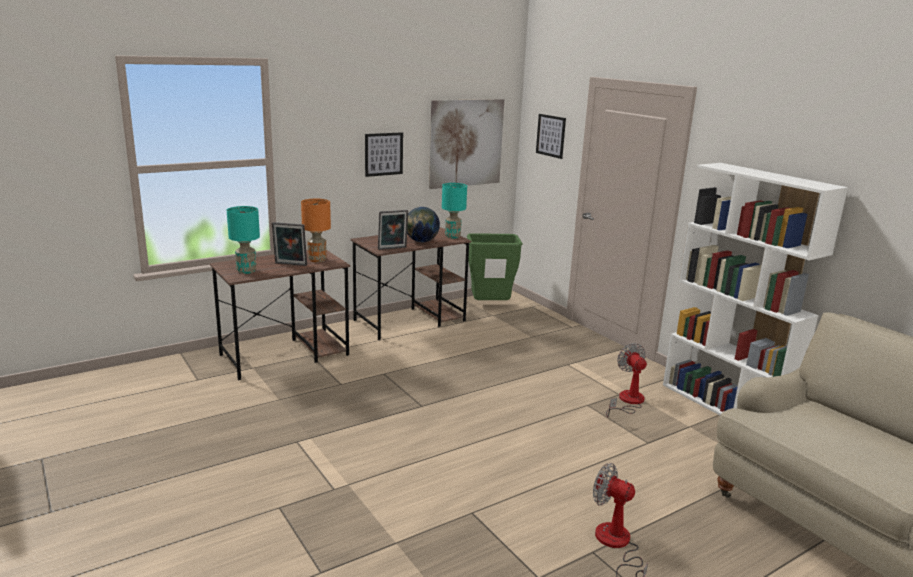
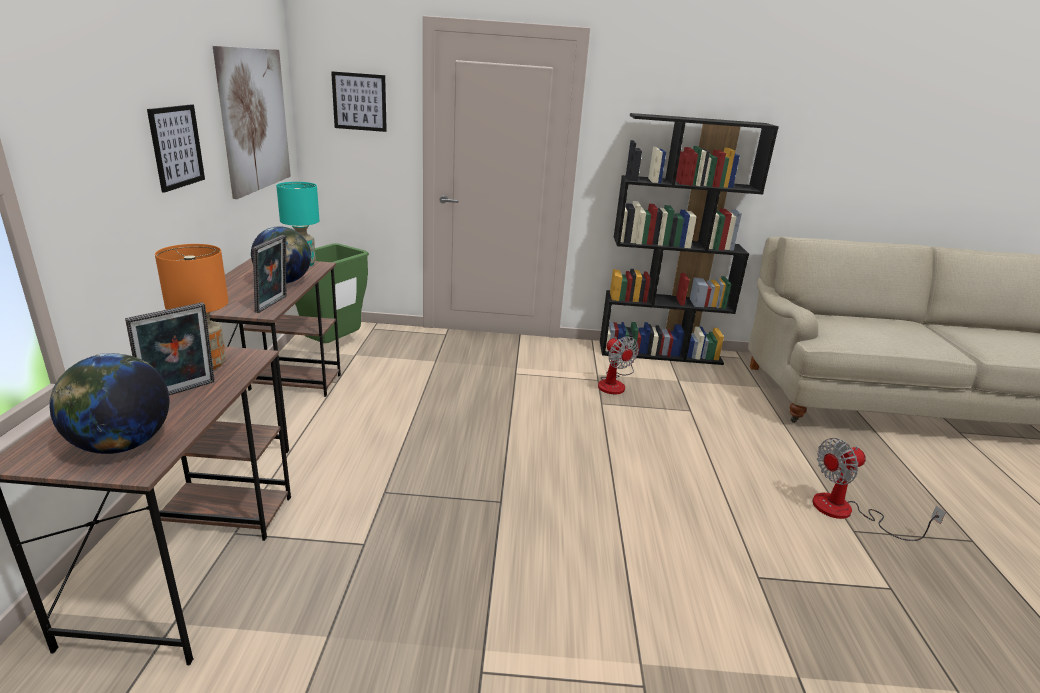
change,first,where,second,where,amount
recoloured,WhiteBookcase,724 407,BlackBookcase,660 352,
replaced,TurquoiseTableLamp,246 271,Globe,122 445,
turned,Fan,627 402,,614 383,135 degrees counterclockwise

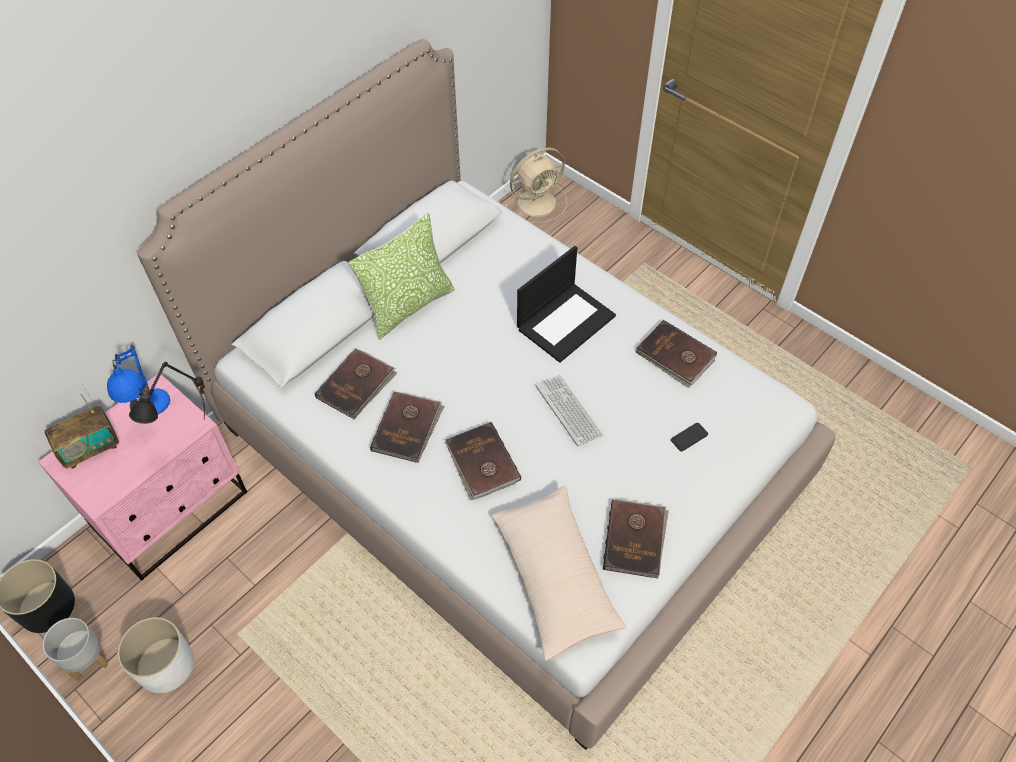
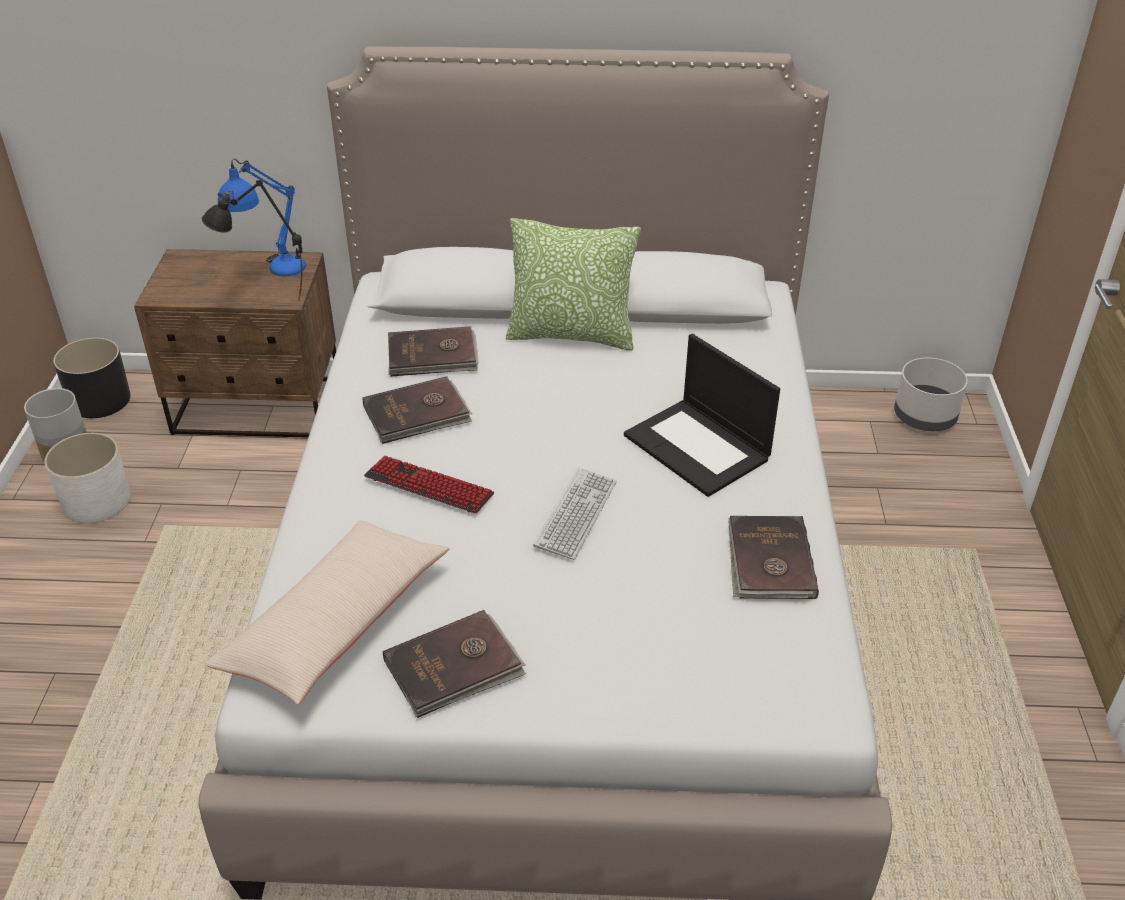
change,first,where,second,where,amount
replaced,BeigeFan,538 202,GreyPlanter,925 416,
turned,Laptop,566 321,,698 447,45 degrees clockwise
recoloured,PinkNightstand,172 511,BrownNightstand,258 408,
removed,Radio,90 448,,,
replaced,BrownBook,482 463,Keyboard,429 486,
removed,Phone,689 437,,,

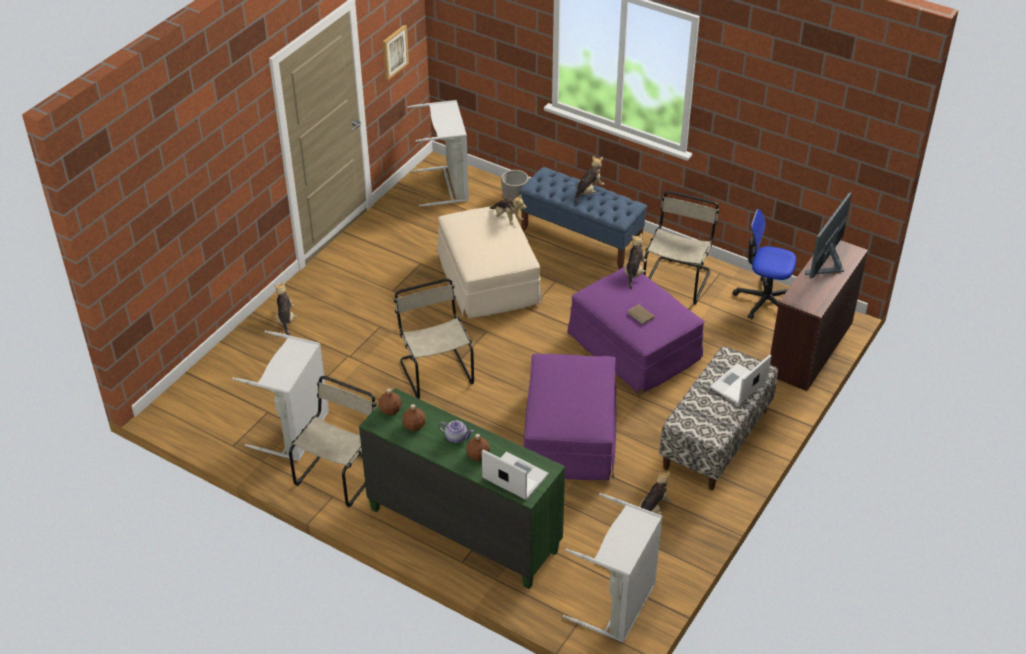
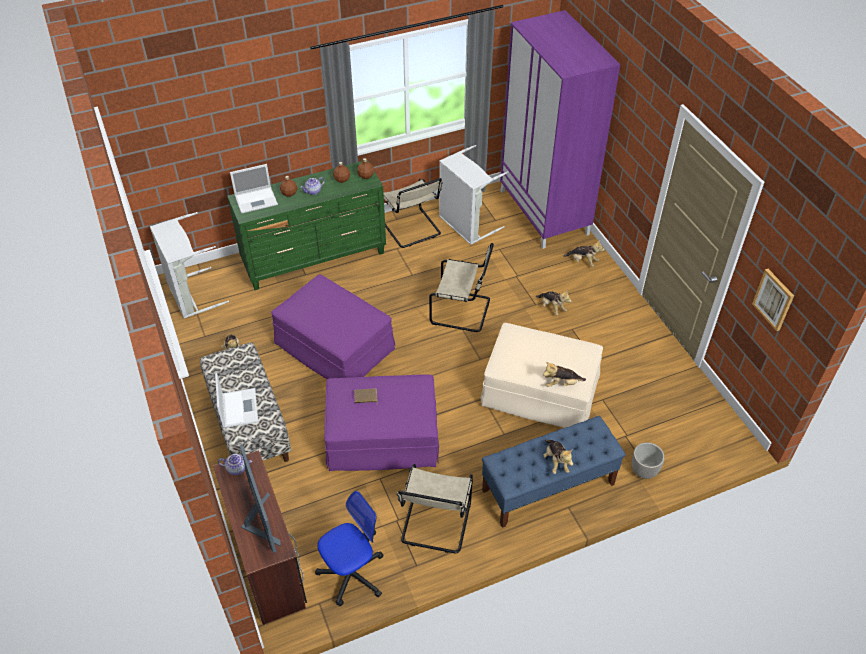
change,first,where,second,where,amount
removed,GreyLaundryBasket,447 185,,,
turned,BeigeChair,677 279,,435 524,45 degrees clockwise
moved,PlushToy,634 272,,552 308,
added,,,PurpleWardrobe,544 212,
added,,,Teapot,237 468,

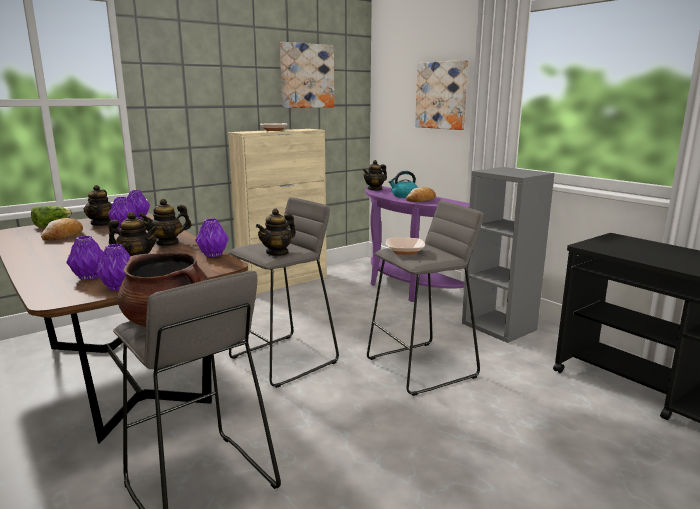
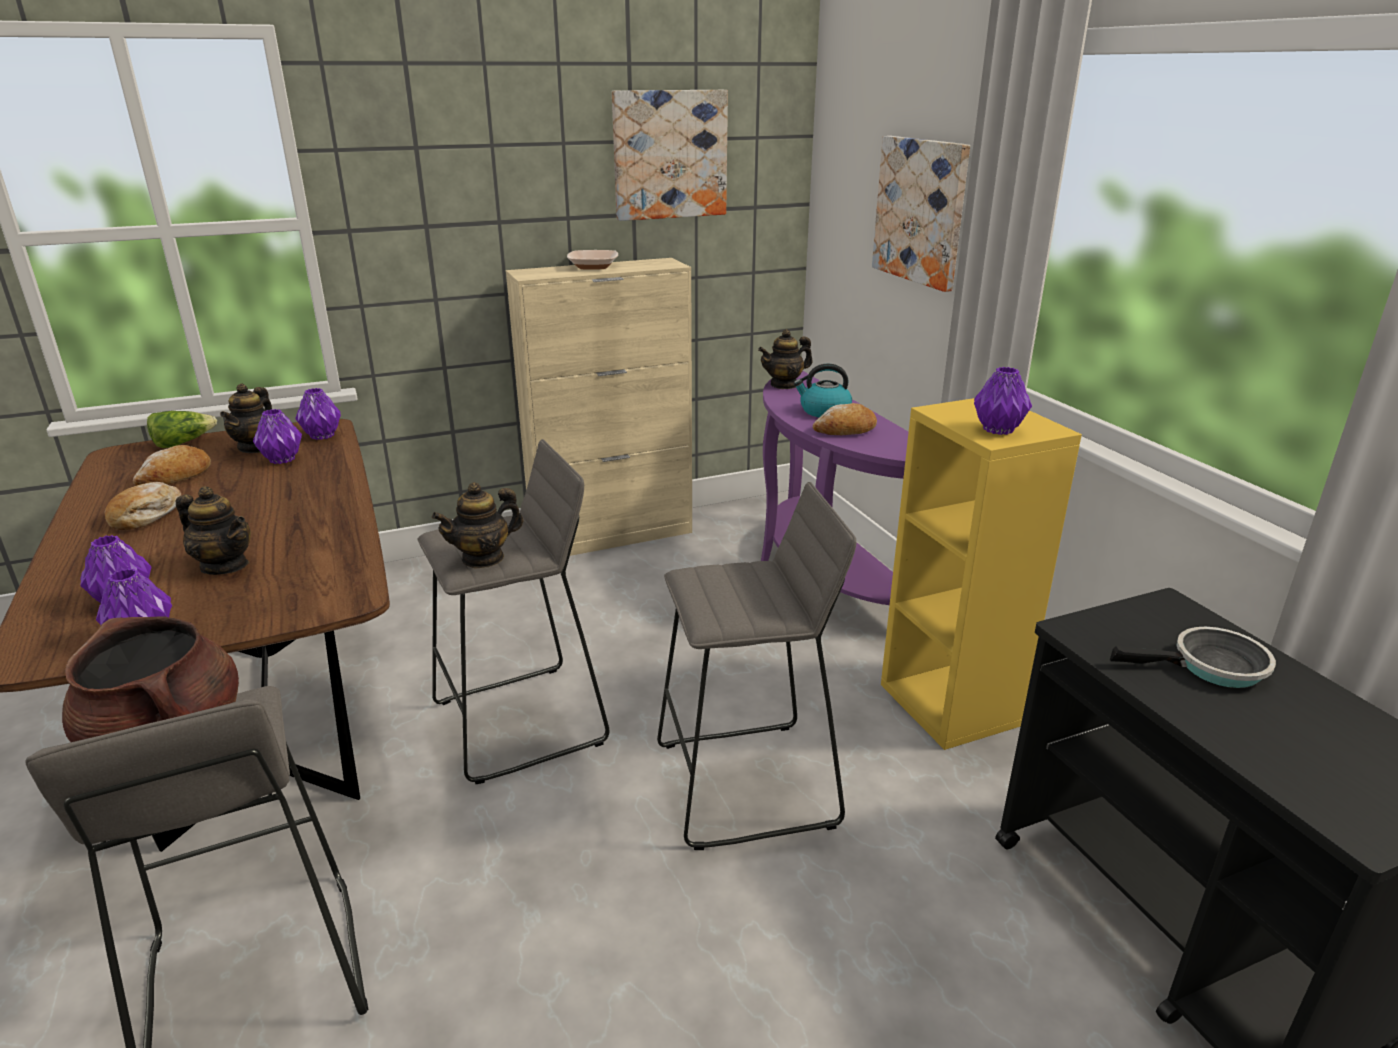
change,first,where,second,where,amount
recoloured,GreyBookcase,500 326,YellowBookcase,951 705,
removed,Teapot,167 243,,,
moved,PurpleVase,213 254,,998 430,
removed,Bowl,405 251,,,
added,,,Bread,146 515,
added,,,FryingPan,1211 667,

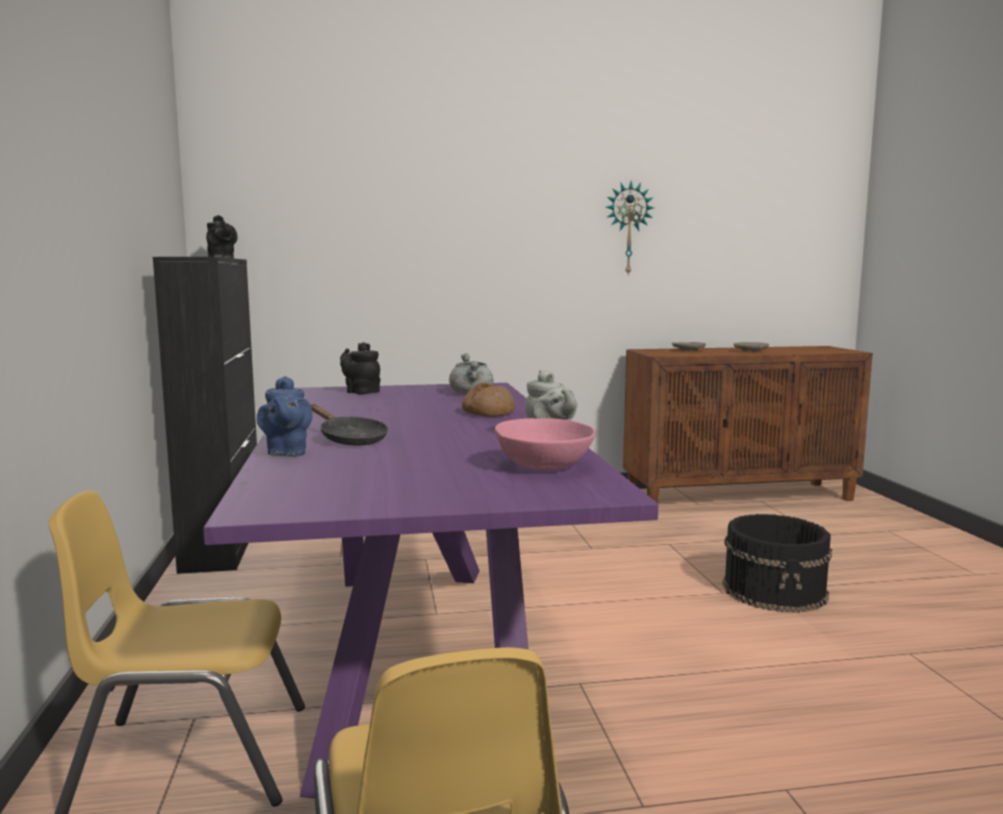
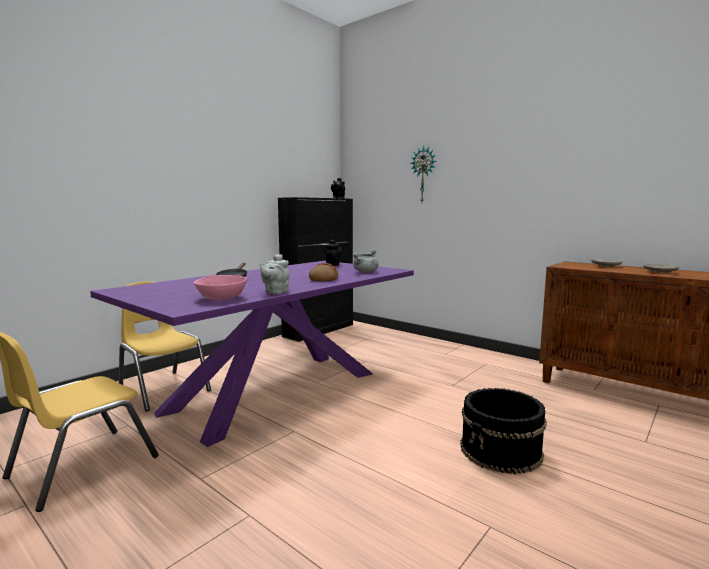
change,first,where,second,where,amount
moved,WallClock,628 229,,424 175,
removed,BlueTeapot,286 453,,,

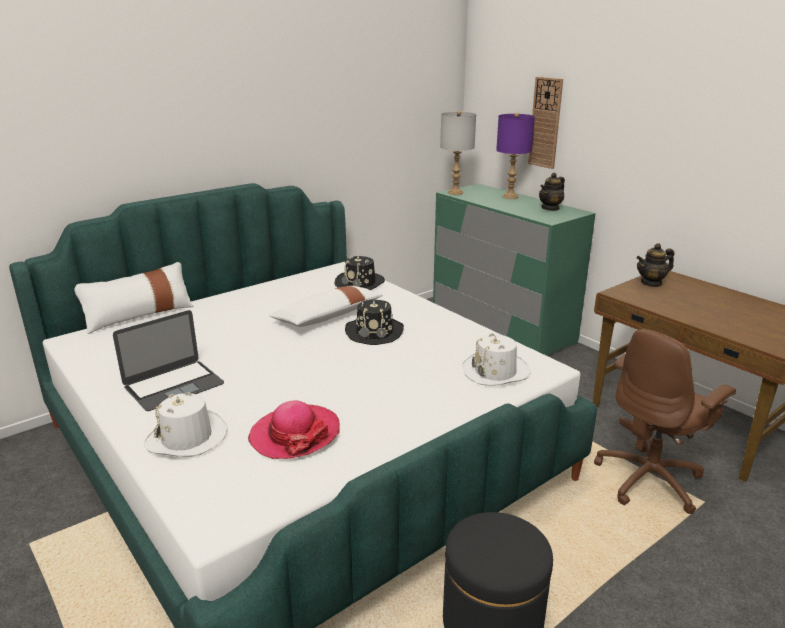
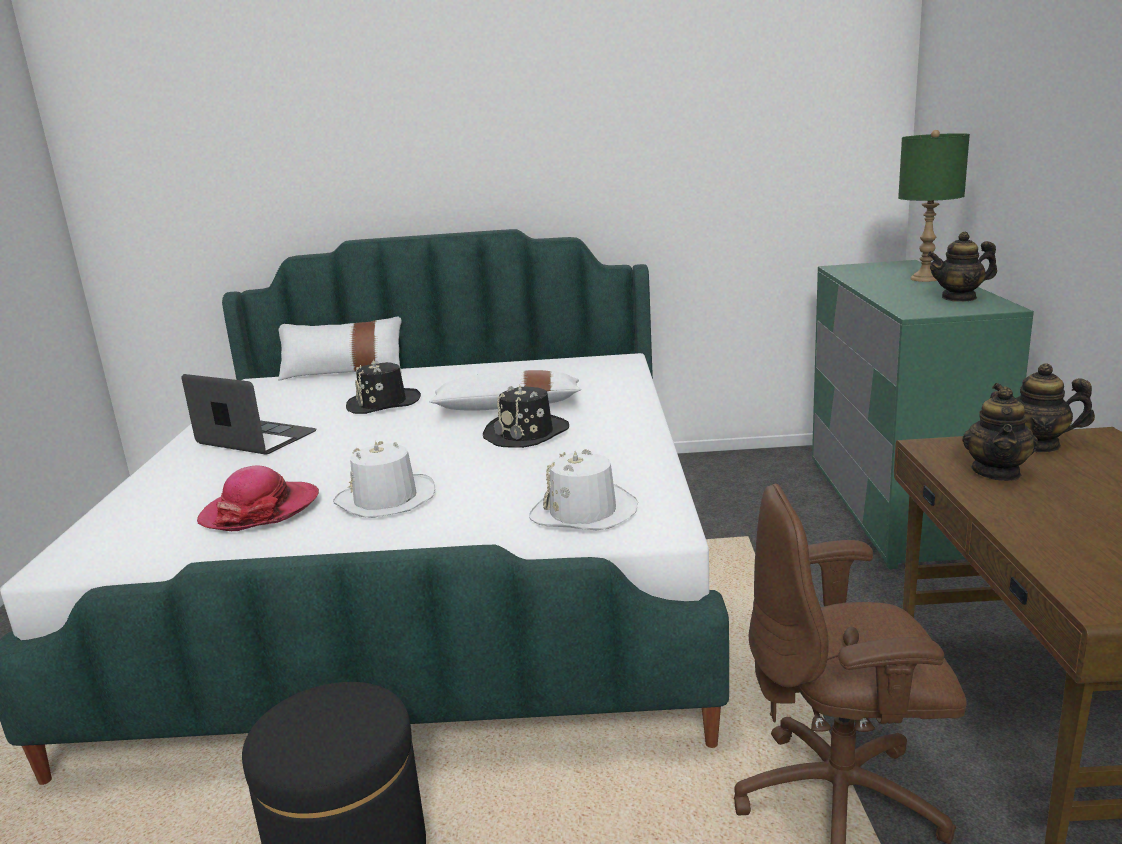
change,first,where,second,where,amount
removed,WallClock,545 123,,,
removed,GreyTableLamp,455 193,,,
recoloured,PurpleTableLamp,510 197,GreenTableLamp,924 278,
moved,BlackHat,360 283,,383 403,
turned,Laptop,174 385,,256 438,150 degrees counterclockwise
moved,WhiteHat,187 437,,385 500,
added,,,Teapot,997 472,

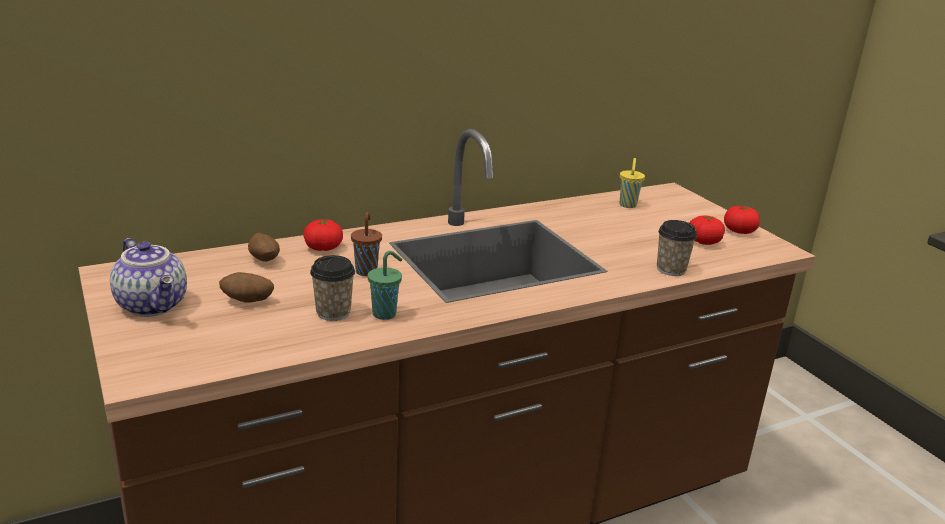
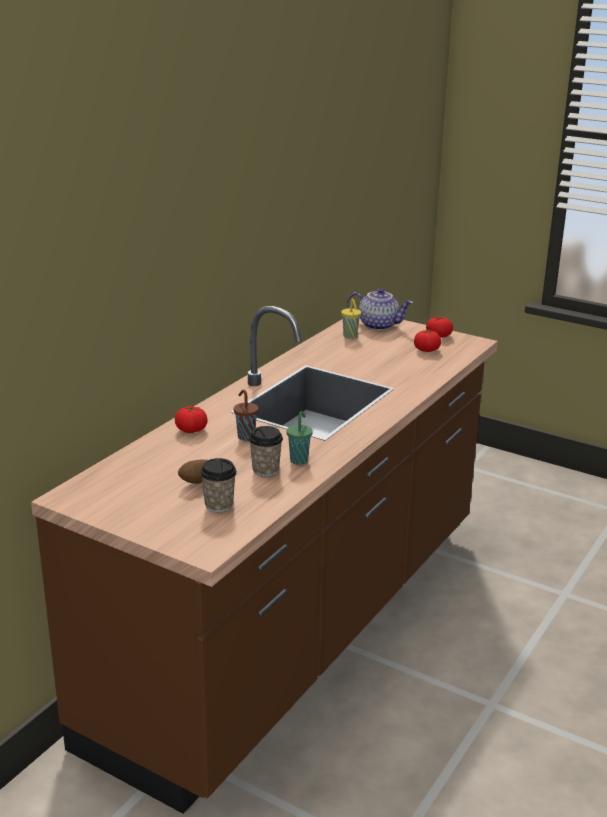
change,first,where,second,where,amount
moved,Cup,671 269,,219 505,
removed,Potato,264 260,,,
moved,Teapot,154 305,,379 325,

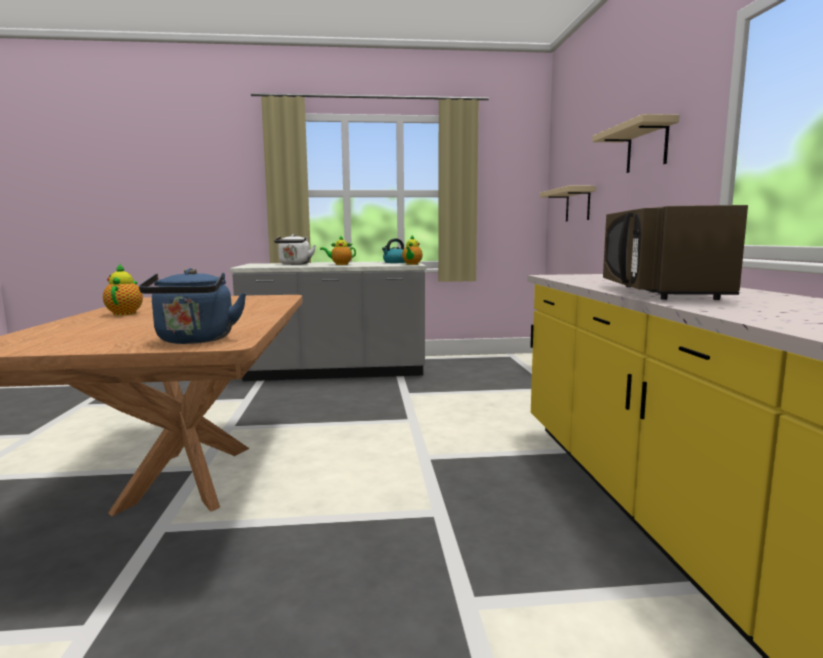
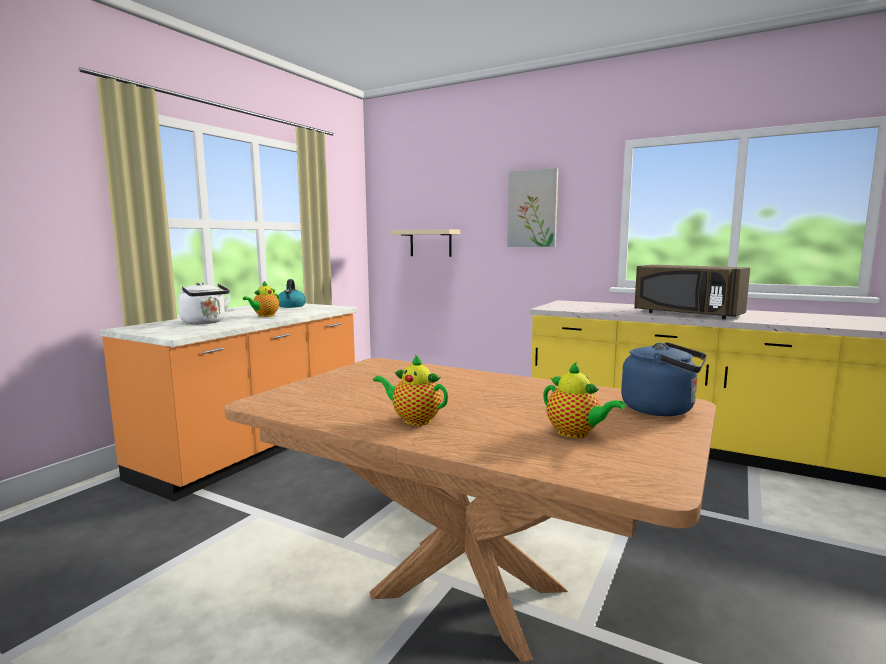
change,first,where,second,where,amount
replaced,BeigeShelf,647 147,Picture,532 209,
moved,Teapot,412 264,,575 433,
recoloured,GreyCounter,335 372,OrangeCounter,256 448,

